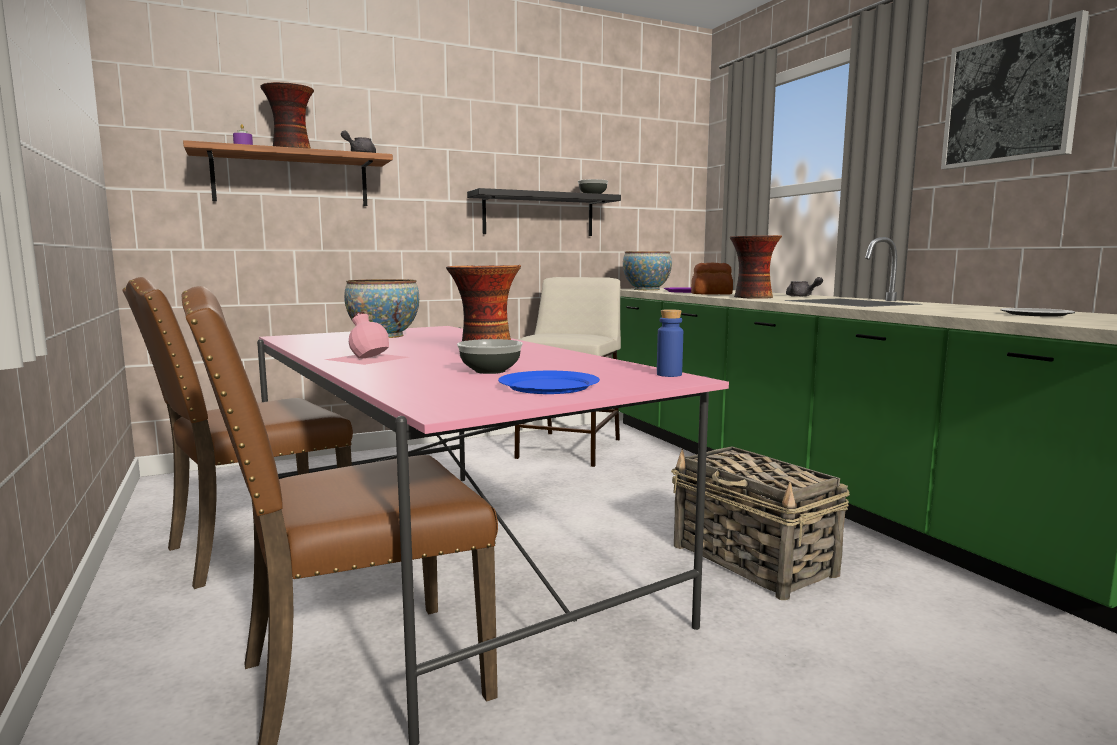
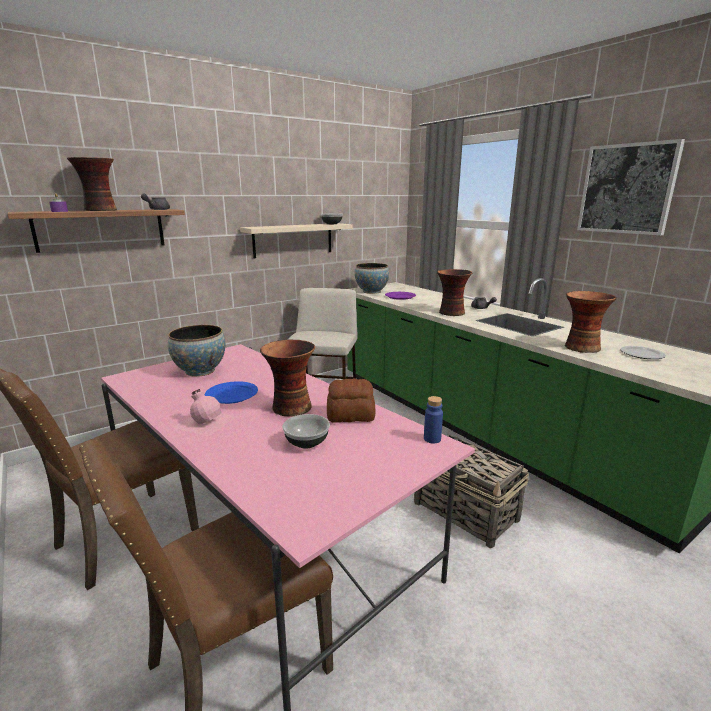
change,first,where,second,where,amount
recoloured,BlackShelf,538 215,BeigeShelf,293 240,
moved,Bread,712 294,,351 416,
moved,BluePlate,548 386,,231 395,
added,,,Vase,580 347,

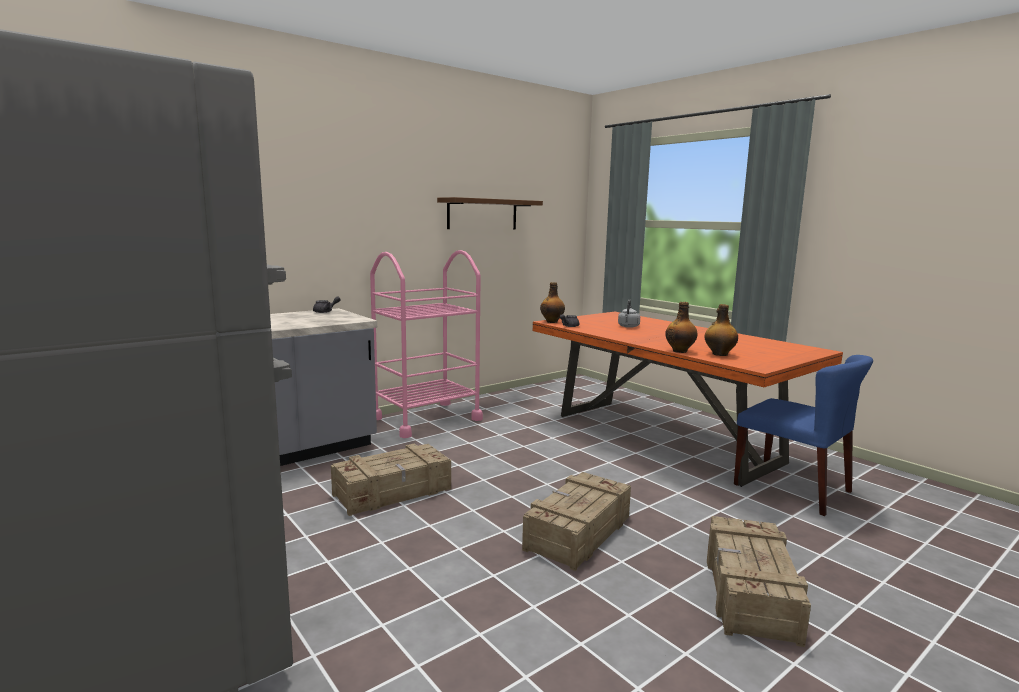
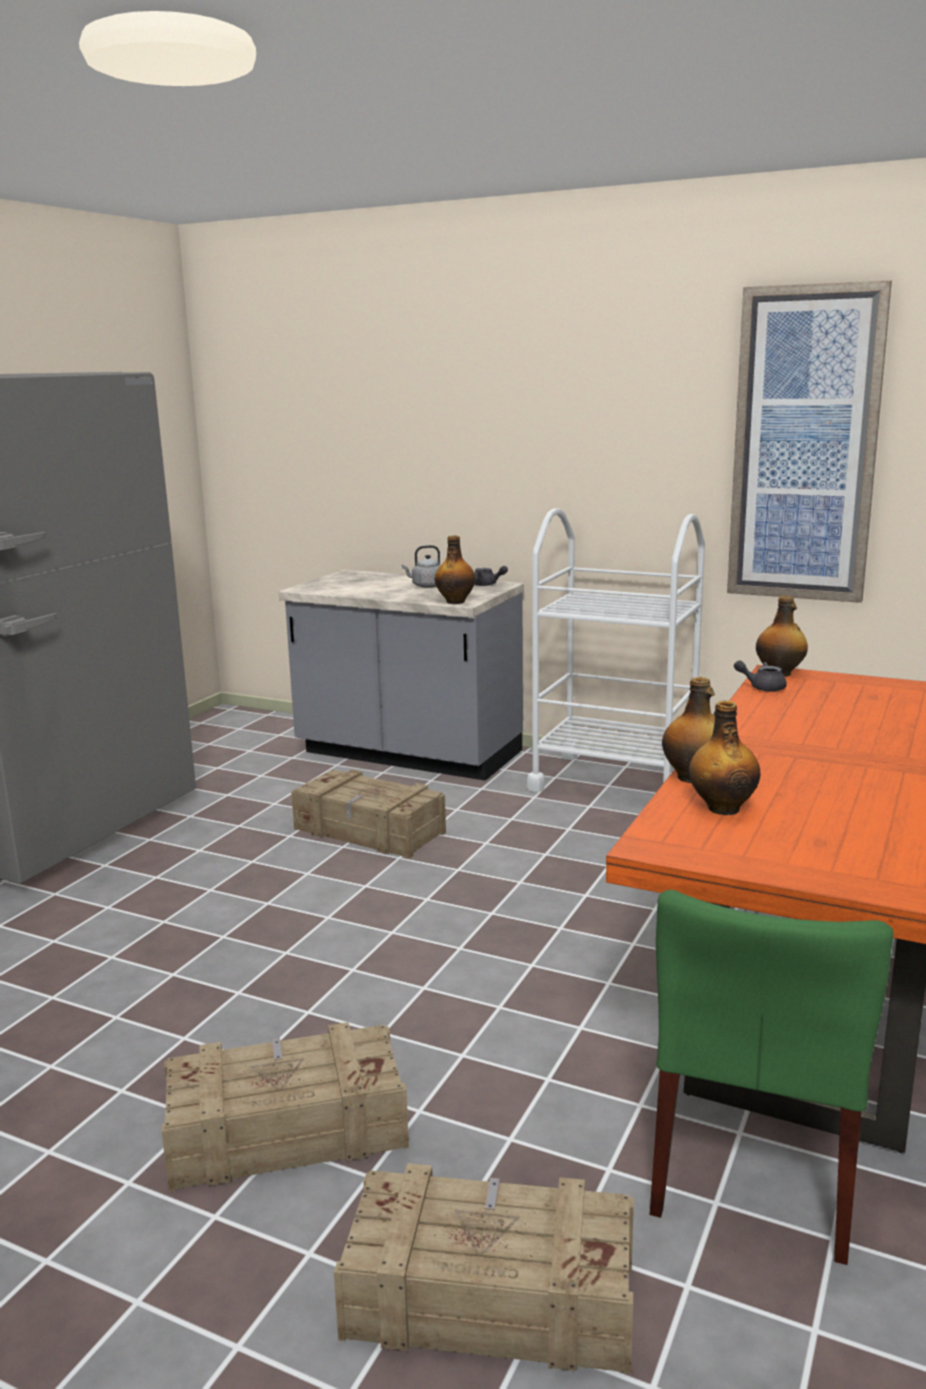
change,first,where,second,where,amount
replaced,BrownShelf,482 214,Picture,805 446,
recoloured,PinkCart,426 419,WhiteCart,614 782,
moved,GreyKettle,628 326,,426 586,
recoloured,BlueChair,793 488,GreenChair,758 1166,
moved,Crate,577 533,,488 1297,
added,,,Bottle,456 601,

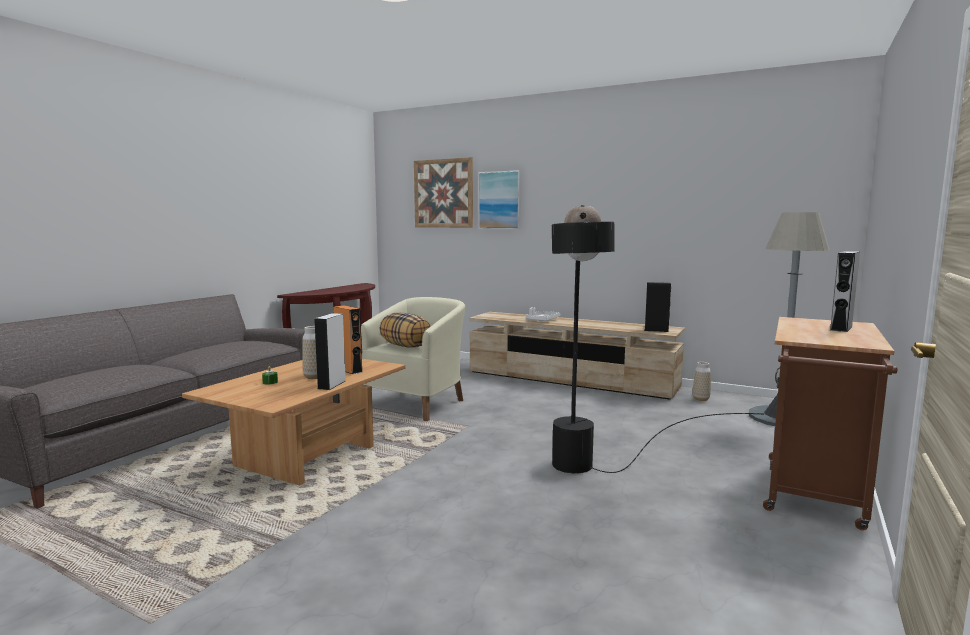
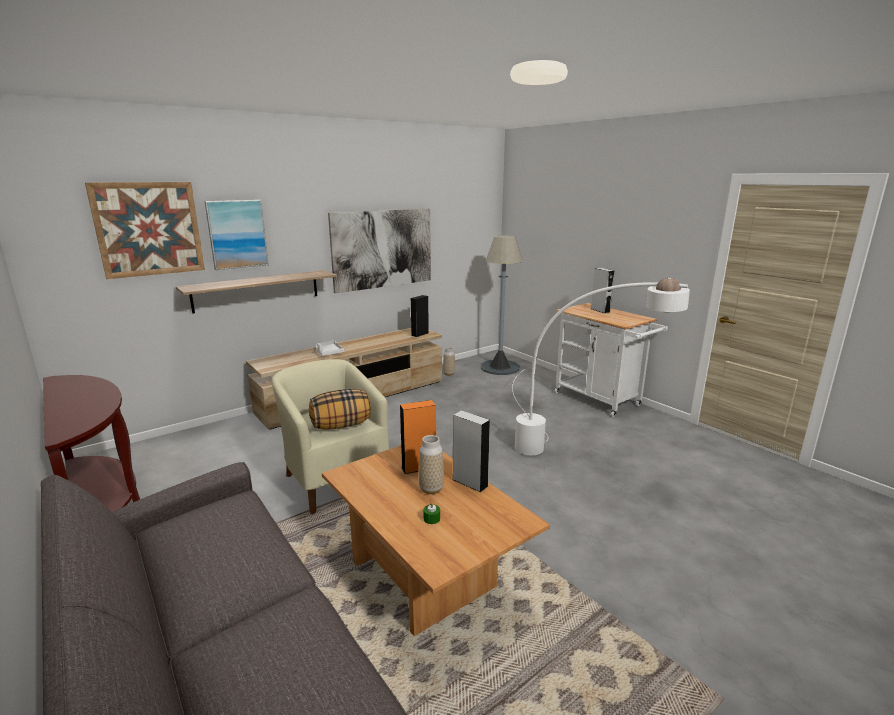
change,first,where,second,where,amount
recoloured,BlackFloorLamp,598 488,WhiteFloorLamp,568 450,
recoloured,BrownCart,814 495,WhiteCart,601 400,
added,,,Picture,382 249,
added,,,Shelf,257 290,

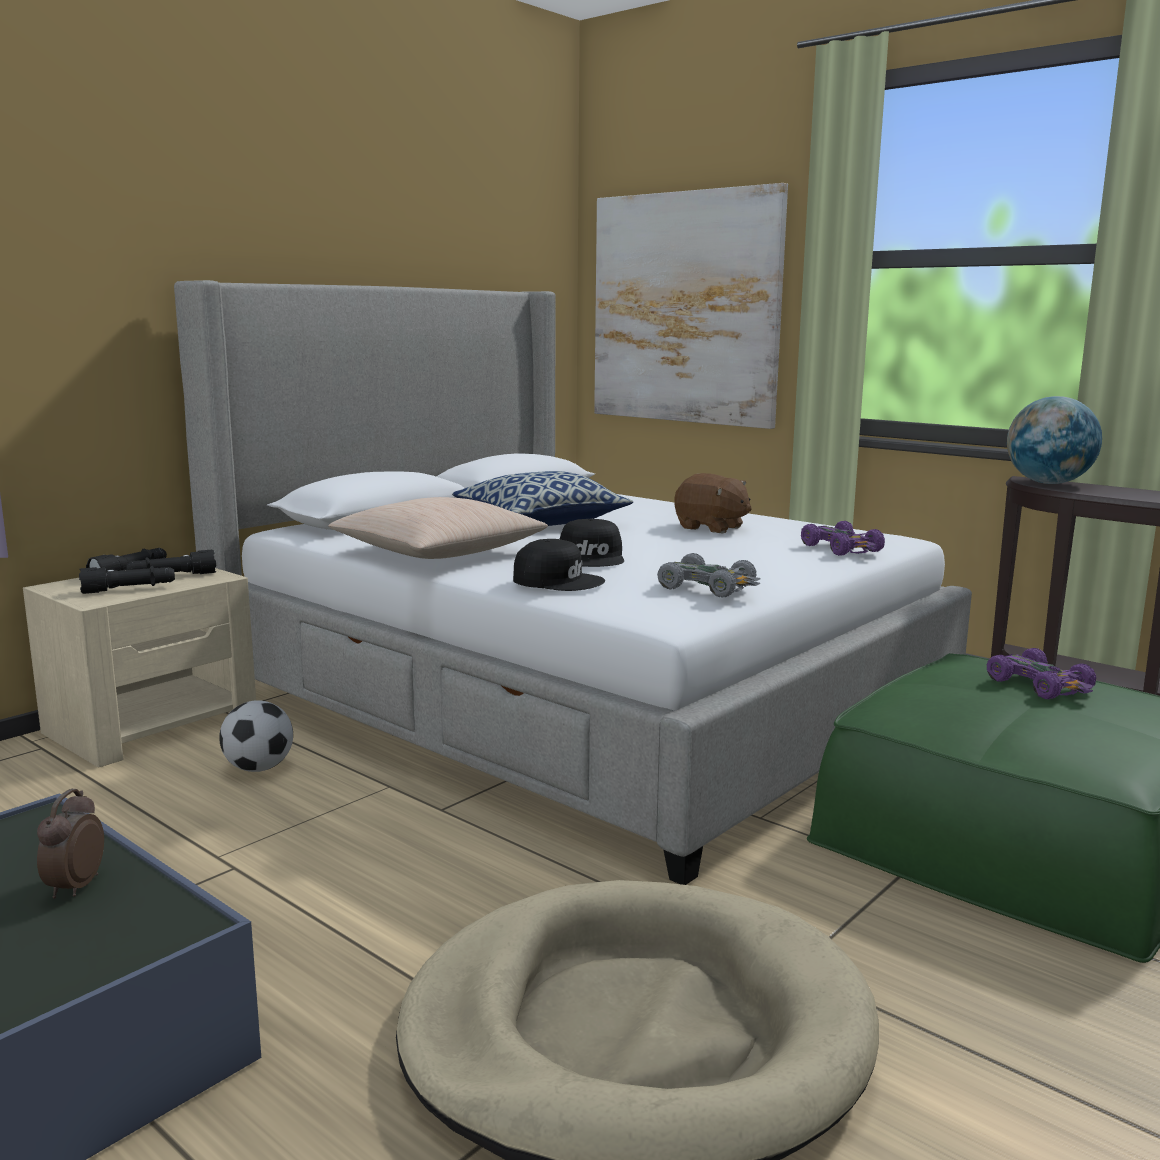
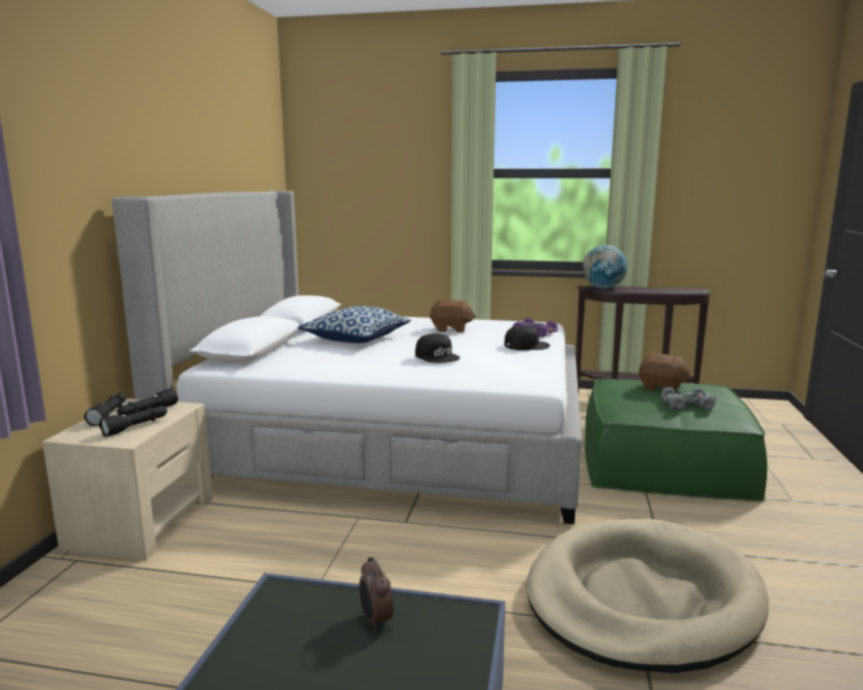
change,first,where,second,where,amount
removed,Picture,685 308,,,
removed,BeigePillow,438 552,,,
moved,BlackCap,558 580,,526 345,
moved,GreyToyCar,708 587,,687 404,
replaced,PurpleToyCar,1040 686,BrownPlushToy,662 388,
removed,Football,259 768,,,

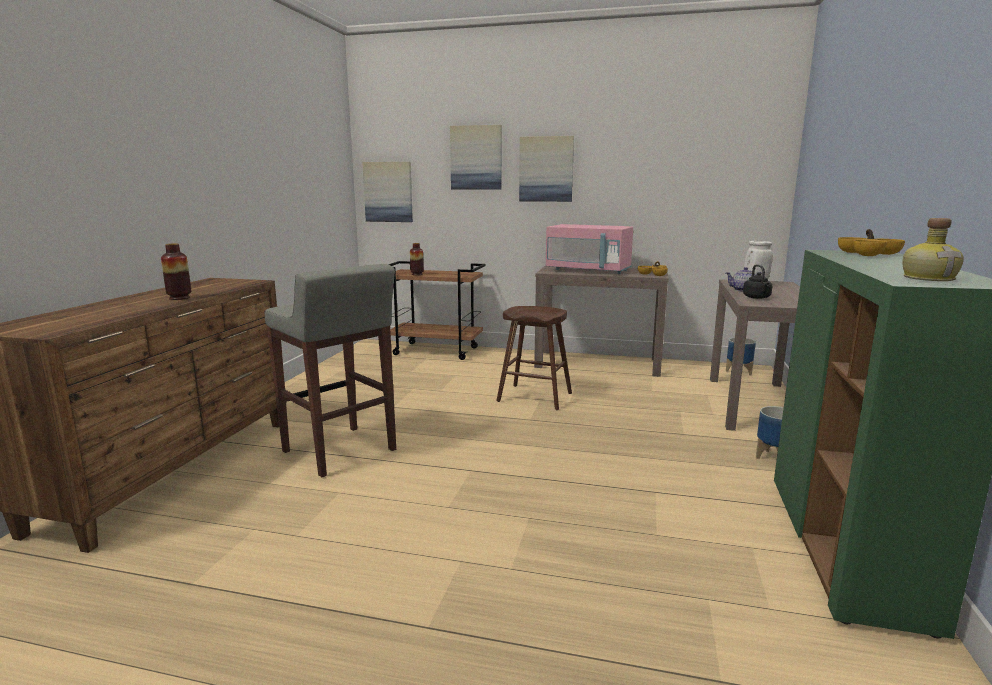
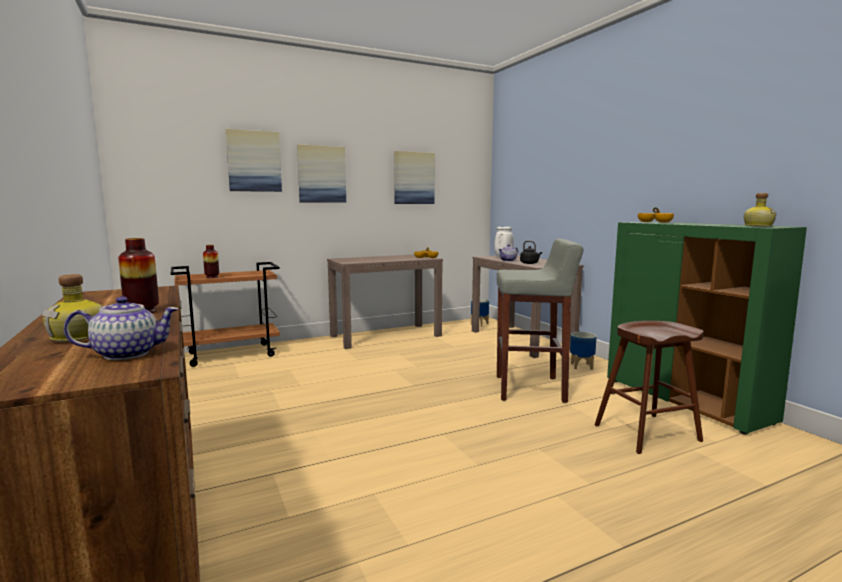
change,first,where,second,where,amount
moved,Picture,388 192,,414 178,
removed,PinkMicrowave,588 270,,,
moved,GreyStool,340 452,,531 389,
moved,BrownStool,534 397,,646 433,
added,,,Bottle,80 336,
added,,,Teapot,128 353,

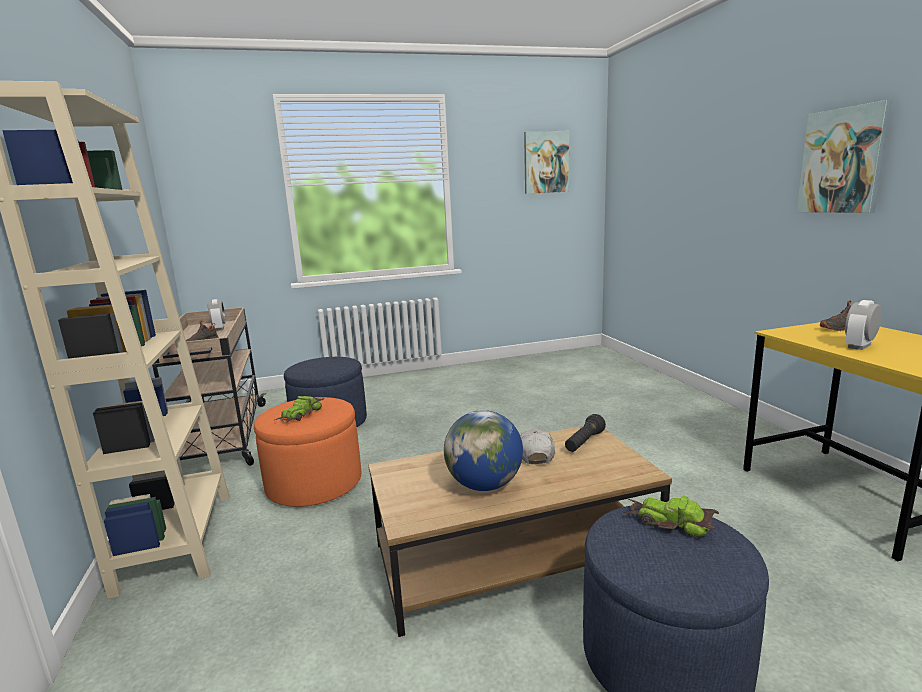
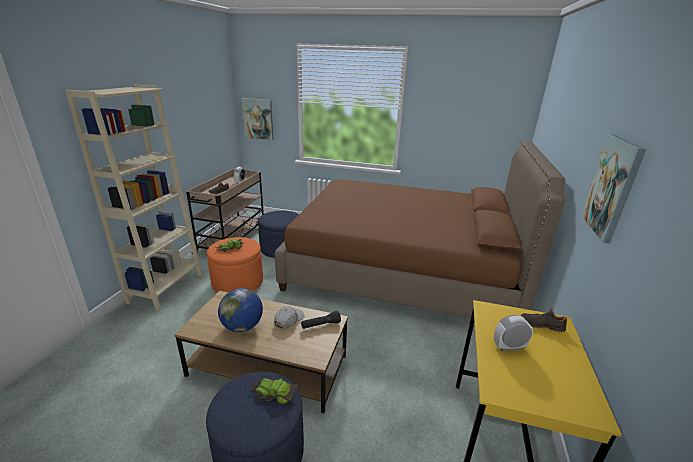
change,first,where,second,where,amount
moved,Picture,546 162,,258 119,
turned,ToyCar,669 522,,273 393,45 degrees counterclockwise
added,,,BrownBed,402 269,

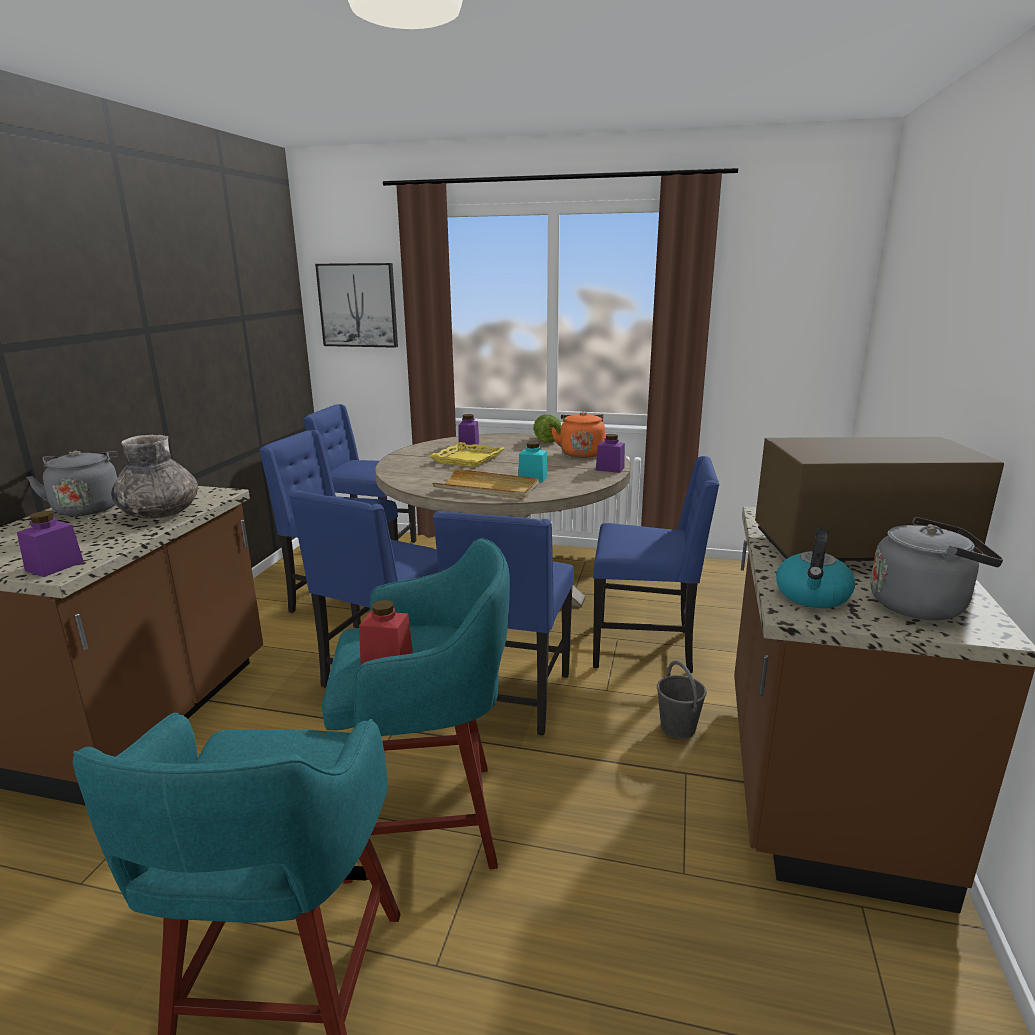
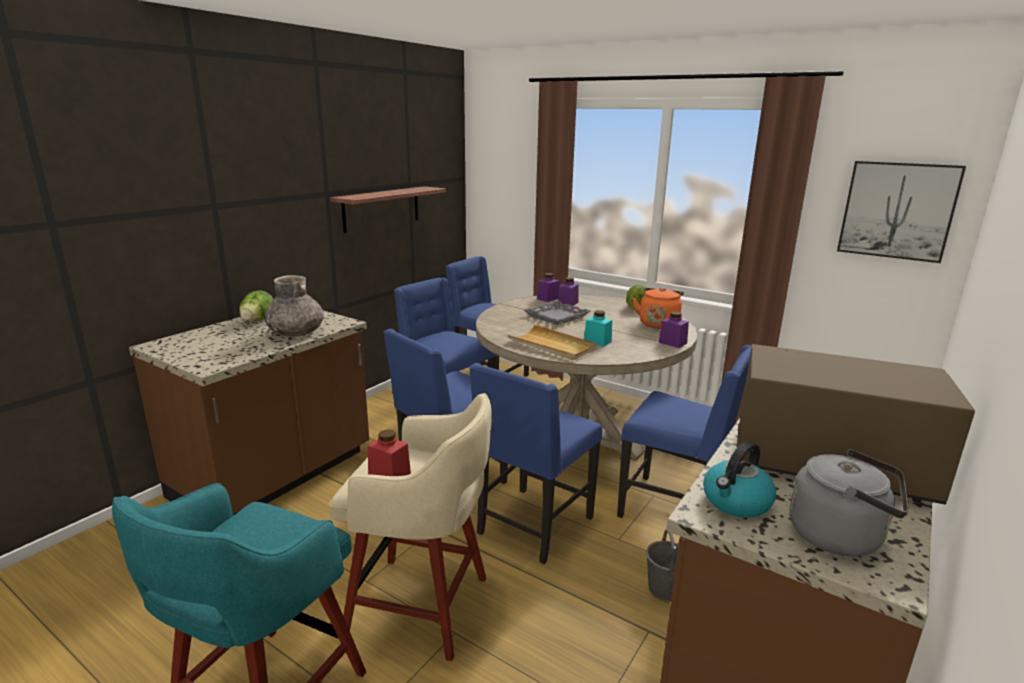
change,first,where,second,where,amount
moved,Picture,358 305,,897 210,
recoloured,YellowTray,468 459,GreyTray,557 317,
replaced,GreyKettle,88 508,Lettuce,257 321,
moved,PurpleJar,54 566,,548 298,
recoloured,TurquoiseStool,429 819,BeigeStool,422 606,
added,,,Shelf,381 208,

